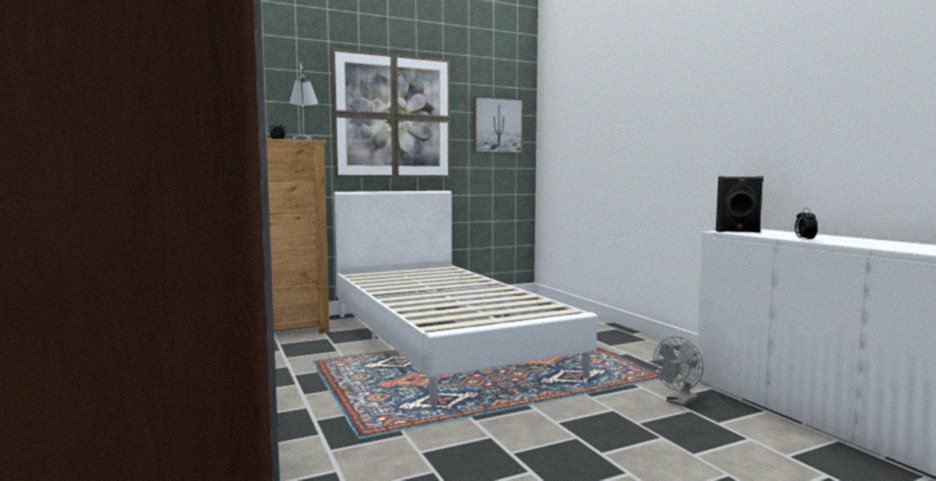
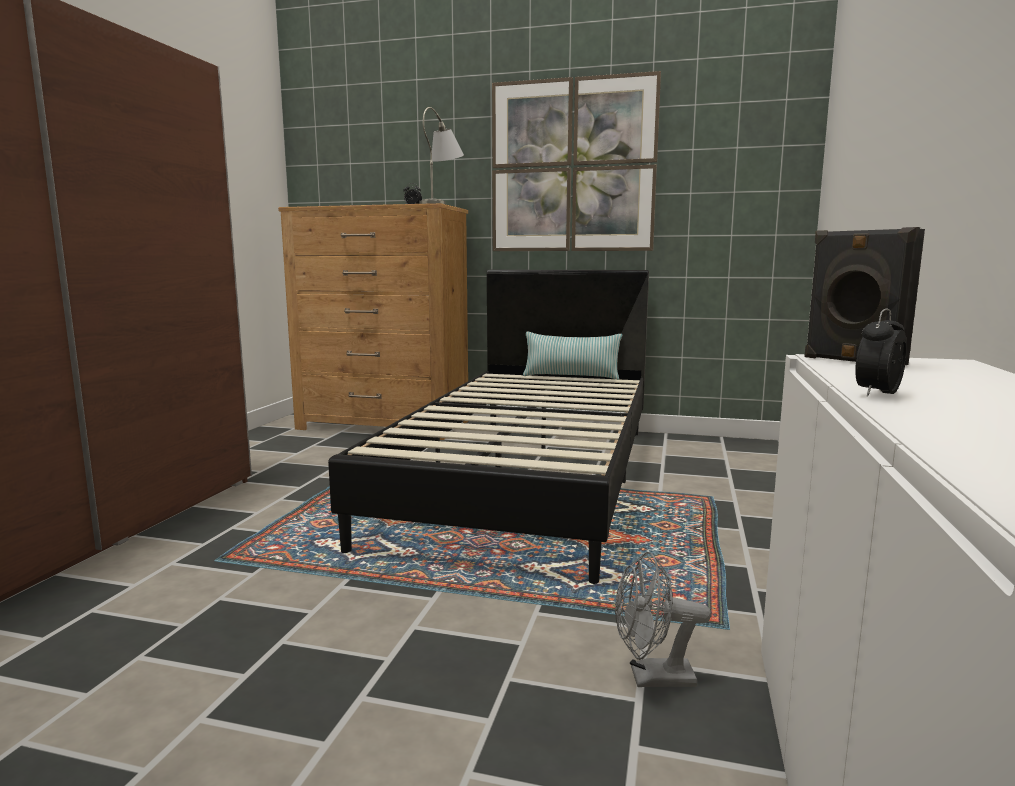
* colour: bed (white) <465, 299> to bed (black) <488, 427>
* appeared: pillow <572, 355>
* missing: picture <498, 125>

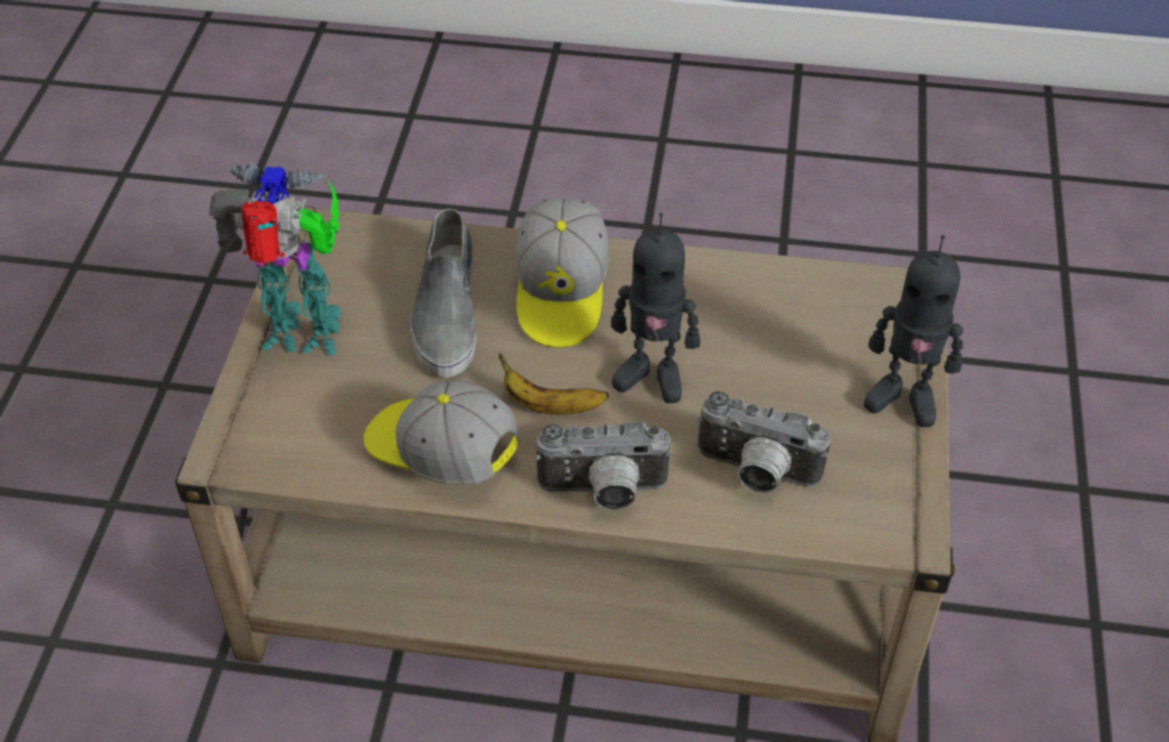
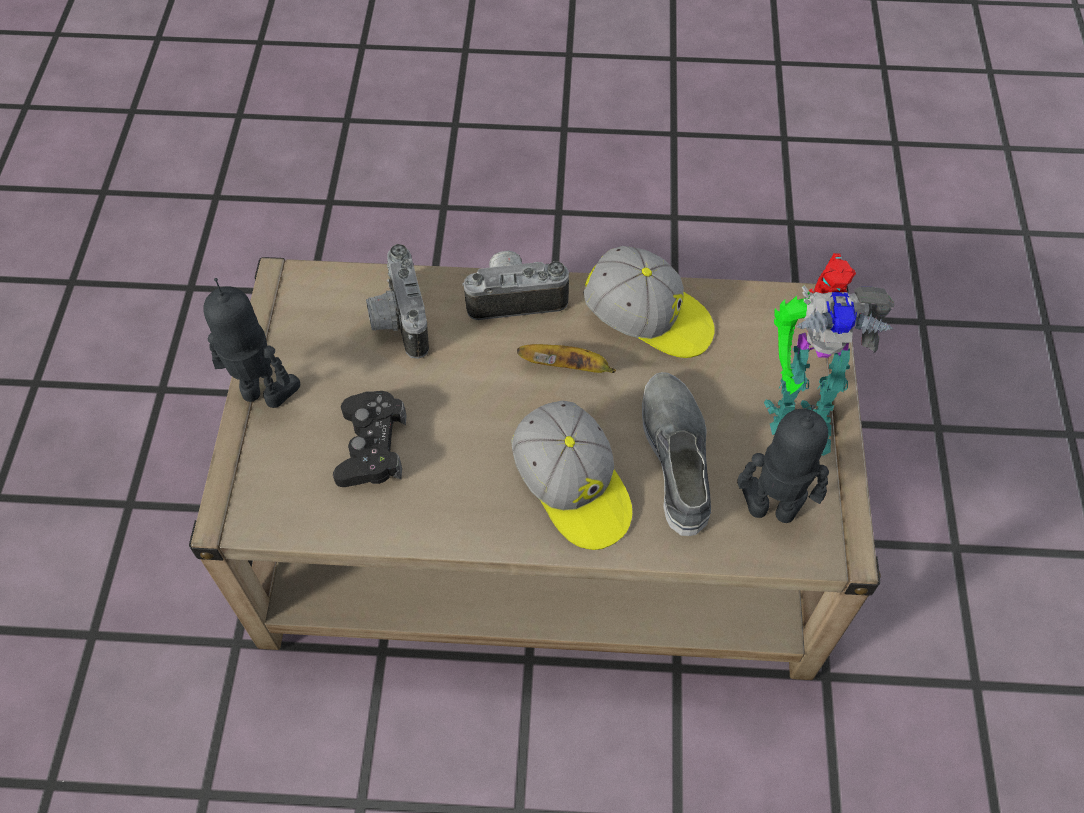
* appeared: game controller (black) <370, 439>
* spun: photo camera <763, 442> = <397, 301> 120 degrees counterclockwise
* spun: cap <562, 273> = <571, 475> 150 degrees clockwise
* relocated: toy robot <655, 308> to <783, 464>

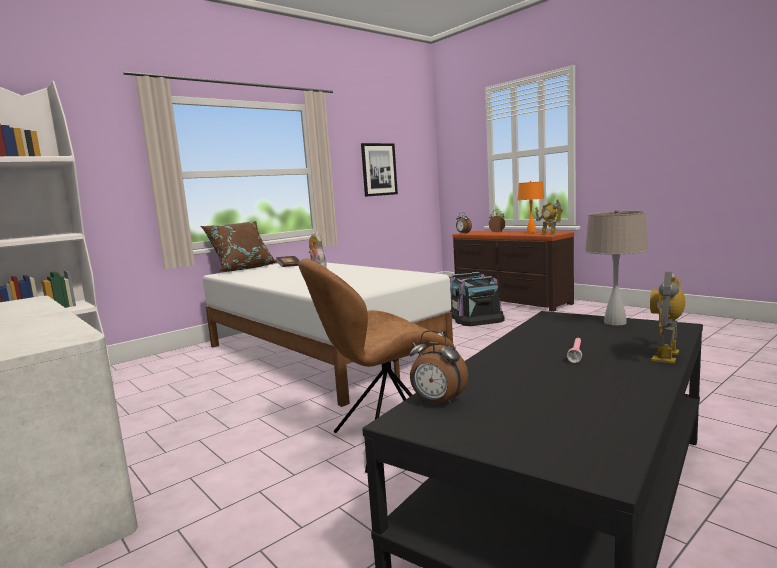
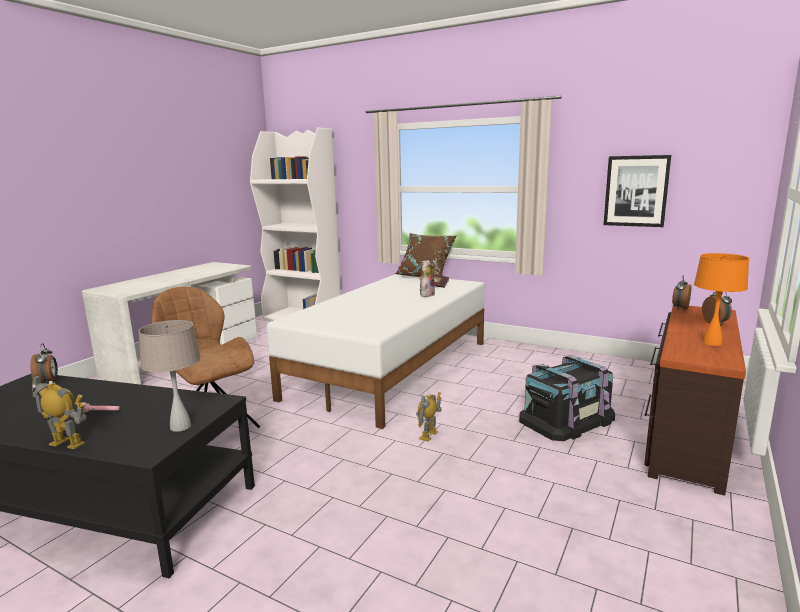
* spun: alarm clock <439, 368> = <44, 363> 150 degrees clockwise
* relocated: toy robot <549, 217> to <429, 417>

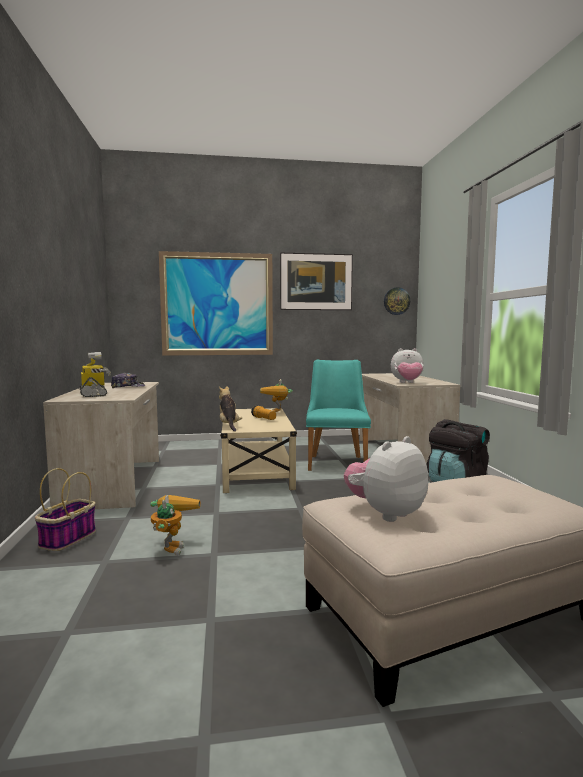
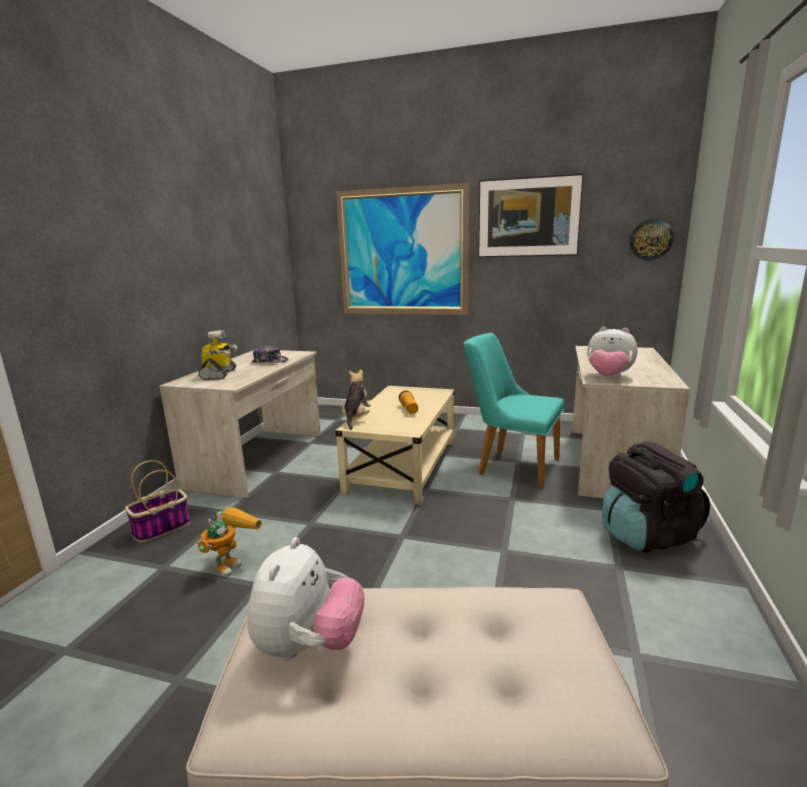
* spun: plush toy <386, 479> = <305, 598> 120 degrees clockwise
* spun: chair (turquoise) <338, 415> = <514, 411> 90 degrees counterclockwise
* missing: toy robot <276, 395>

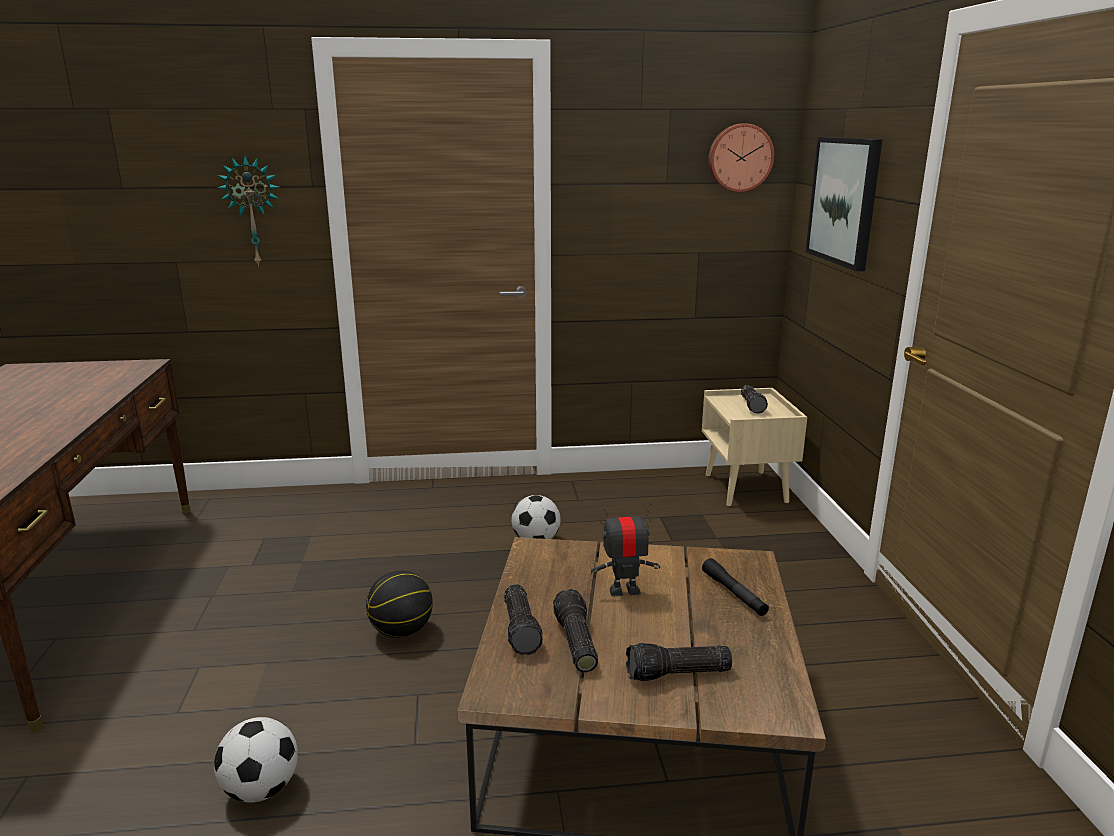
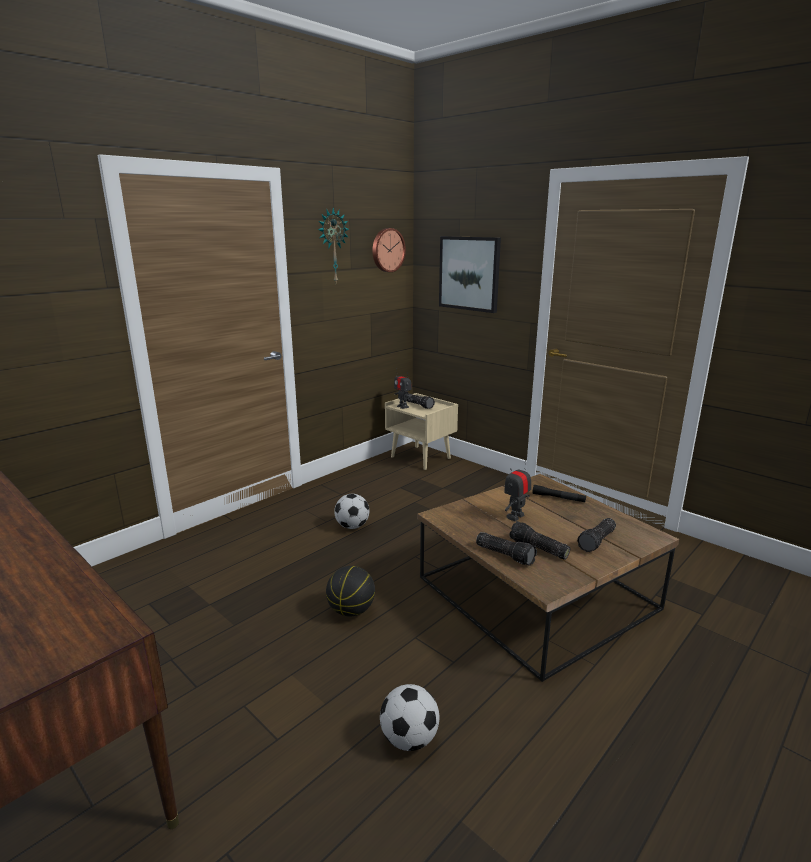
* relocated: wall clock <248, 211> to <333, 245>
* appeared: toy robot <403, 388>

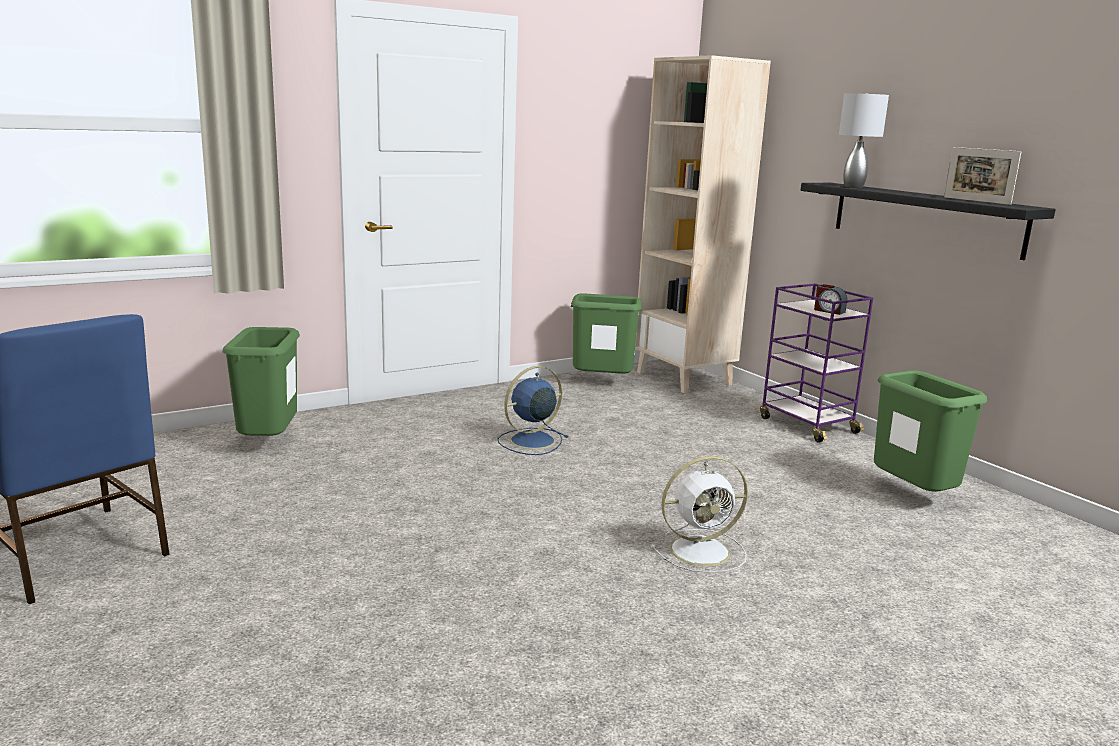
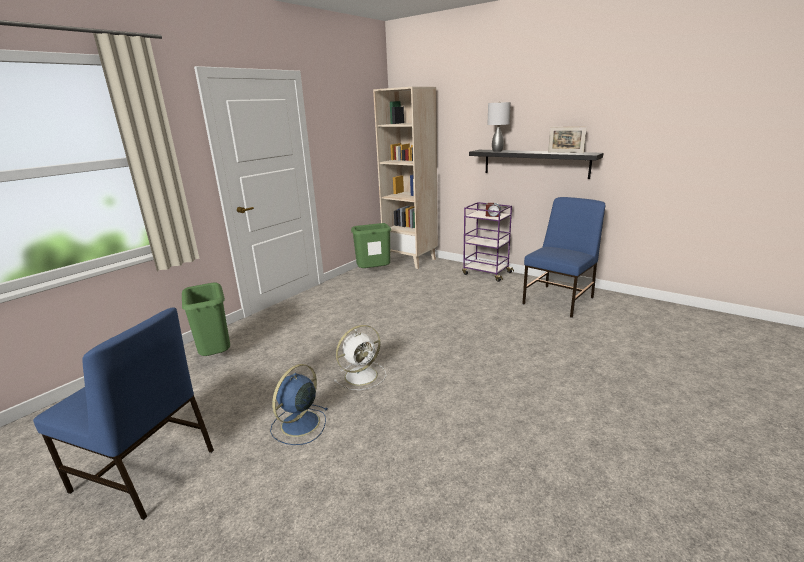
* relocated: fan (blue) <533, 410> to <299, 404>
* relocated: fan (white) <699, 514> to <360, 357>
* exchanged: trash can (green) <930, 431> to chair (blue) <563, 257>

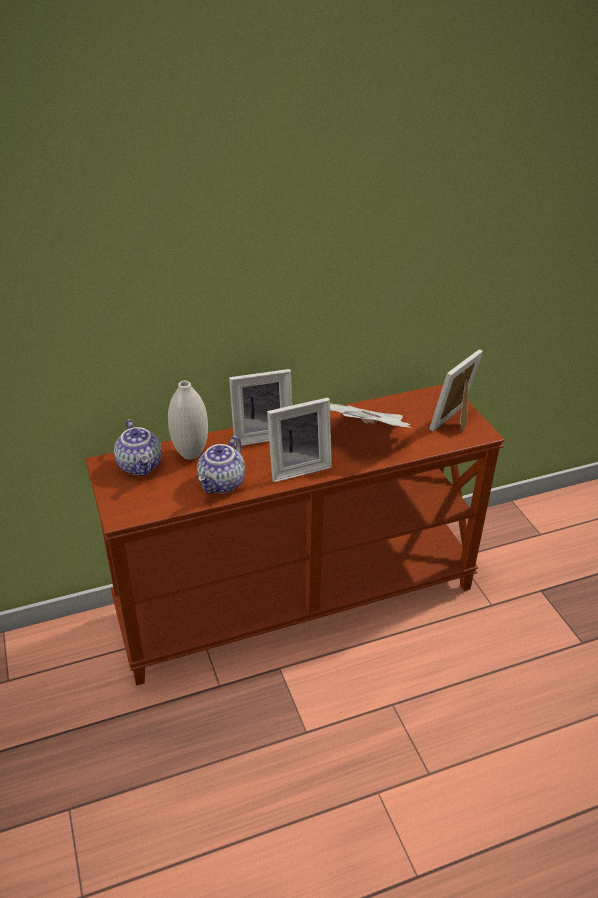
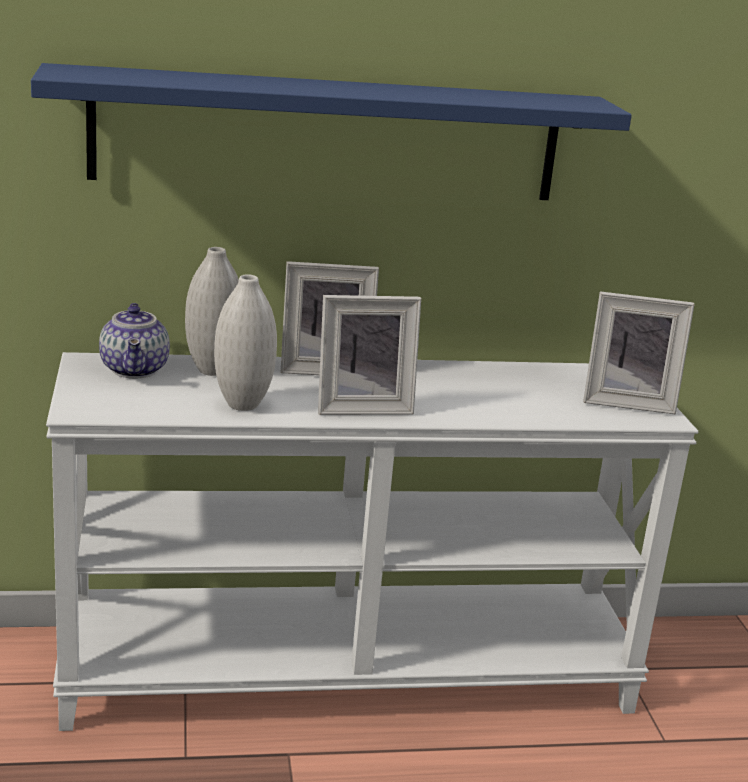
* appeared: shelf (blue) <331, 131>
* colour: console table (brown) <295, 535> to console table (white) <372, 541>
* exchanged: teapot <221, 465> to vase (white) <245, 342>
* spun: picture frame <456, 390> = <638, 353> 135 degrees counterclockwise
* missing: newspaper <370, 415>

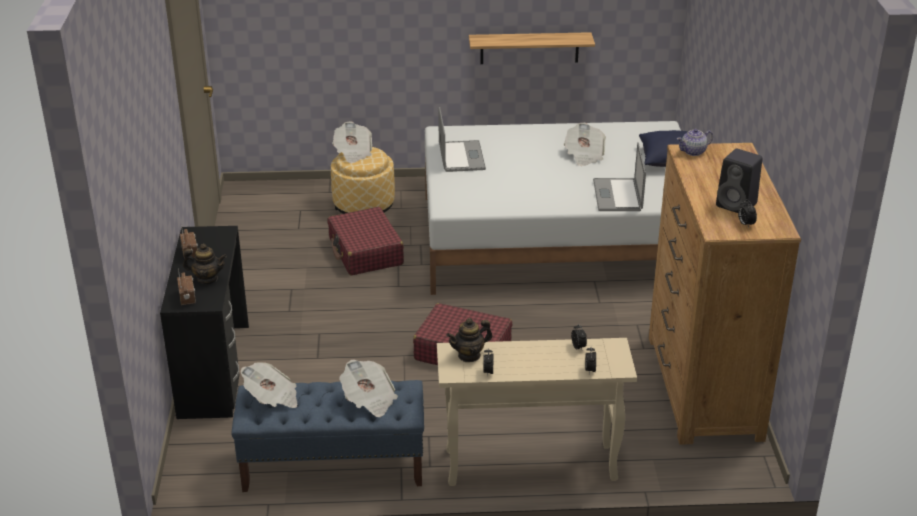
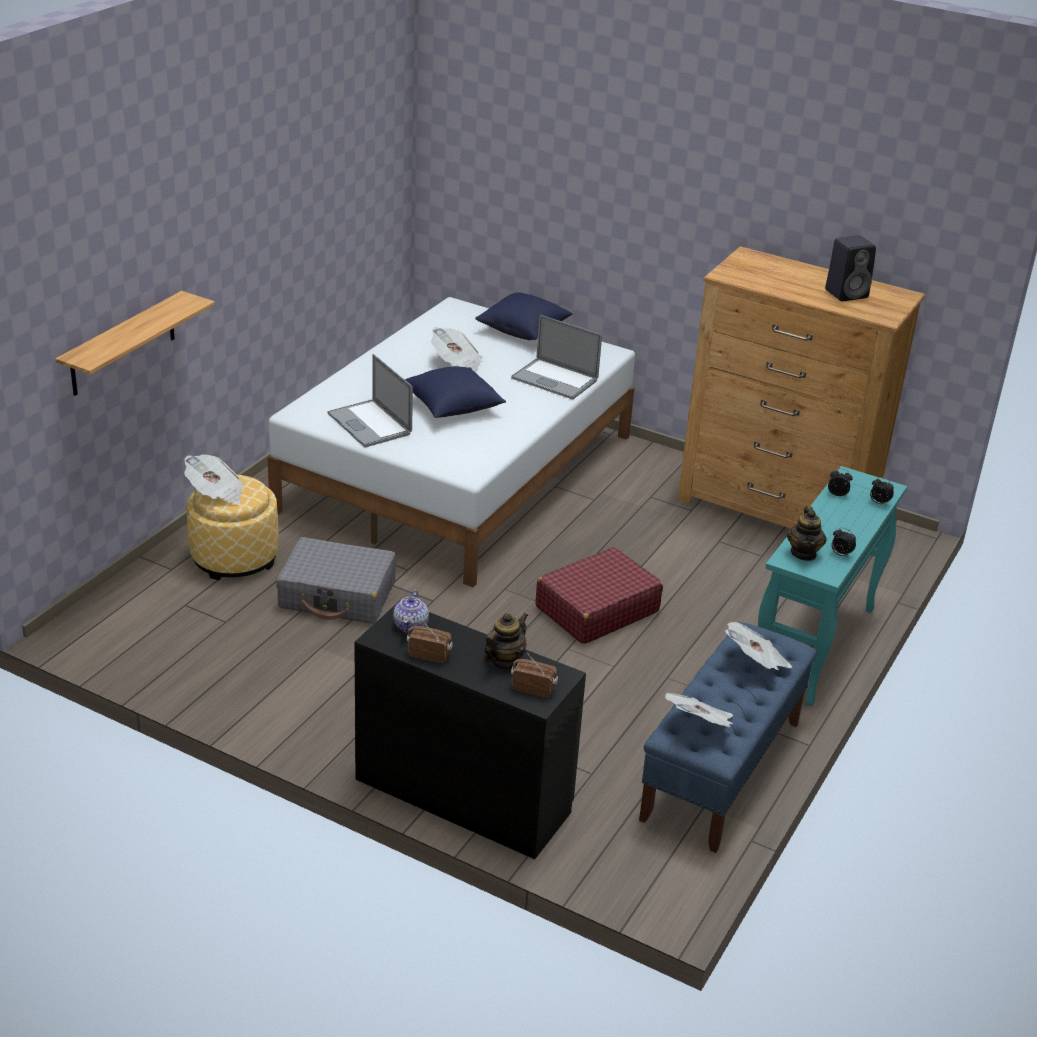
* relocated: shelf <532, 48> to <135, 343>
* colour: suitcase (red) <365, 241> to suitcase (grey) <336, 580>
* spun: laptop <462, 139> = <370, 400> 150 degrees counterclockwise
* relocated: teapot <695, 142> to <411, 611>
* appeared: pillow (blue) <455, 392>
* colour: console table (beige) <537, 412> to console table (turquoise) <832, 586>
* missing: alarm clock <747, 213>

